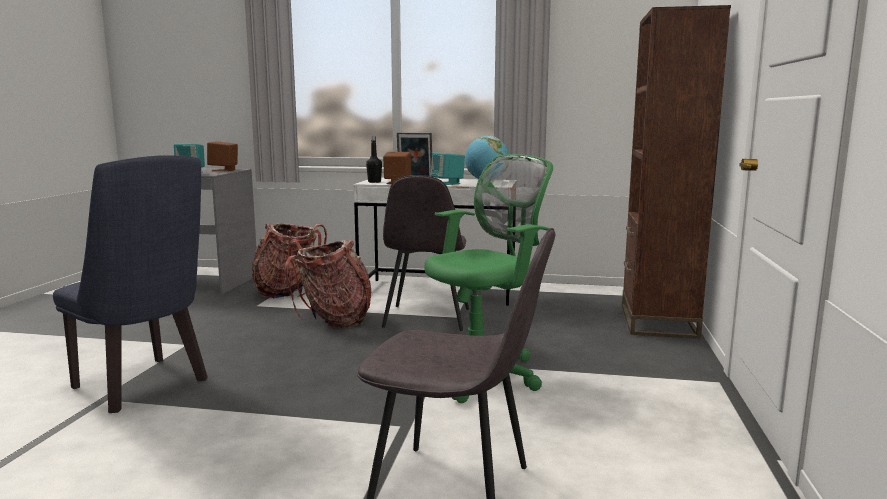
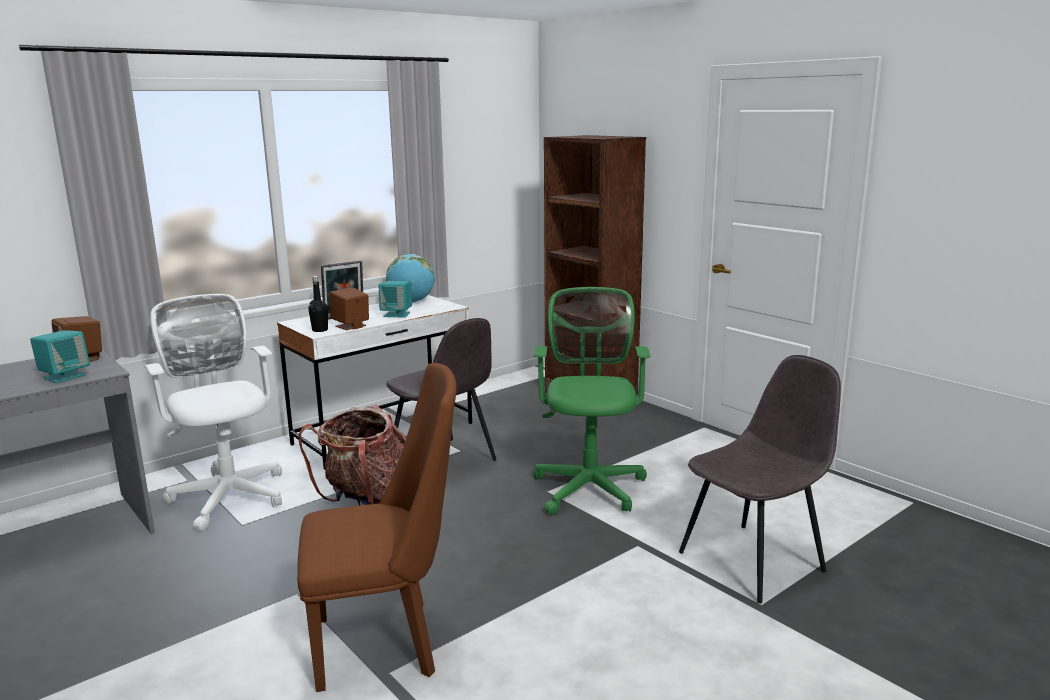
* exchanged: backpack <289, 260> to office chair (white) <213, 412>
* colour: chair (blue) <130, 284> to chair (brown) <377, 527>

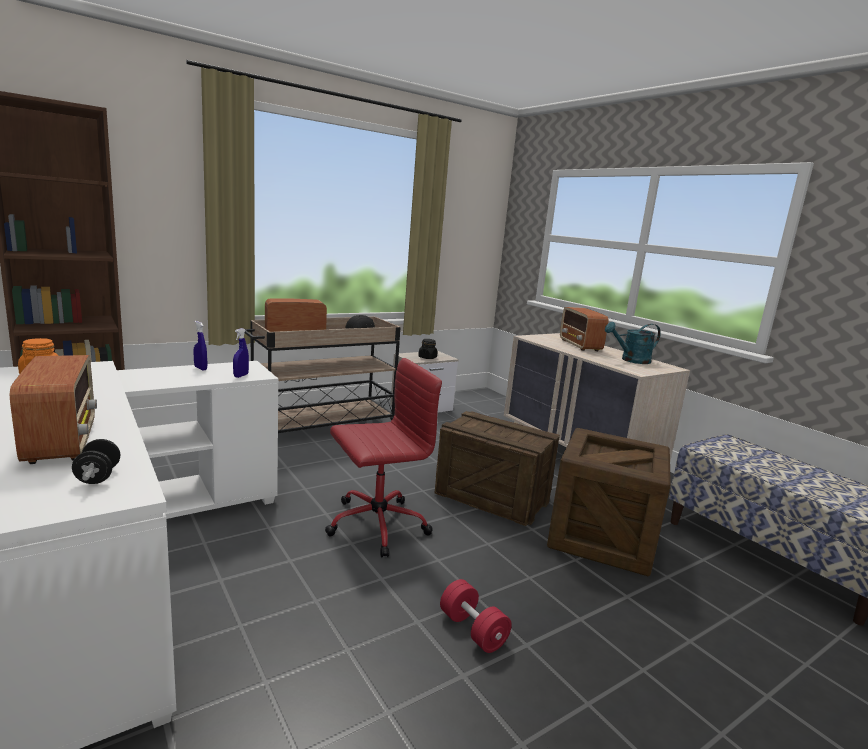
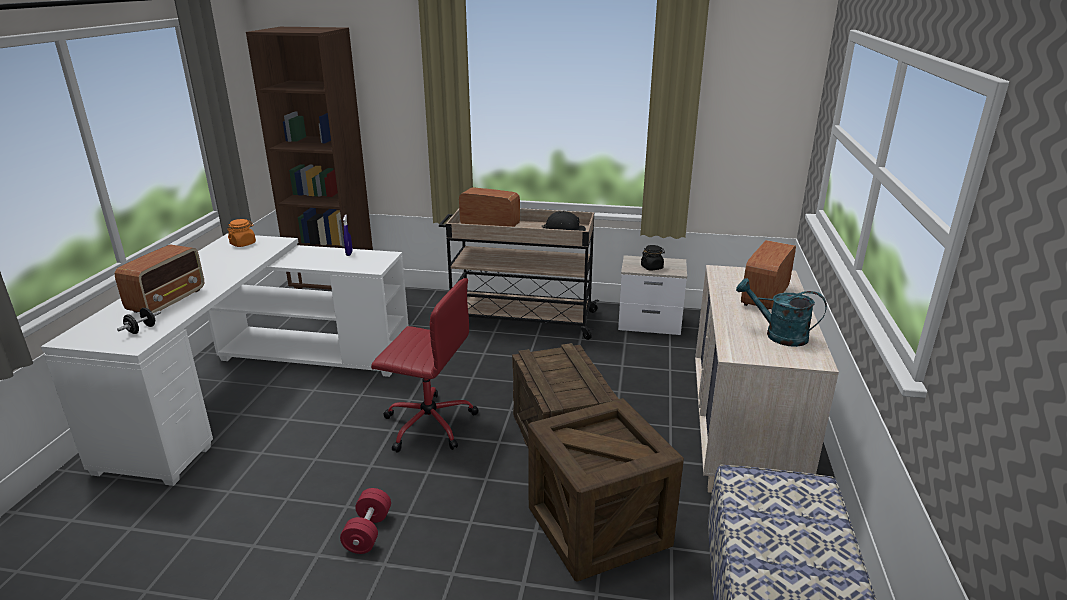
* missing: spray bottle (blue) <241, 353>

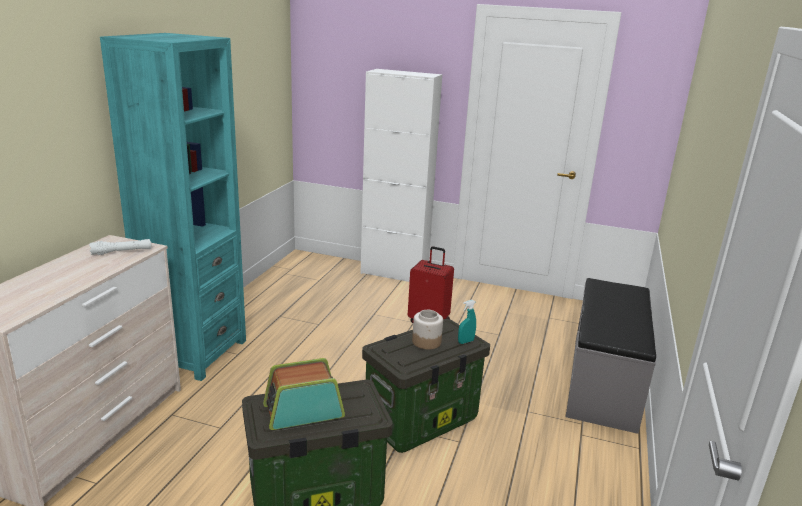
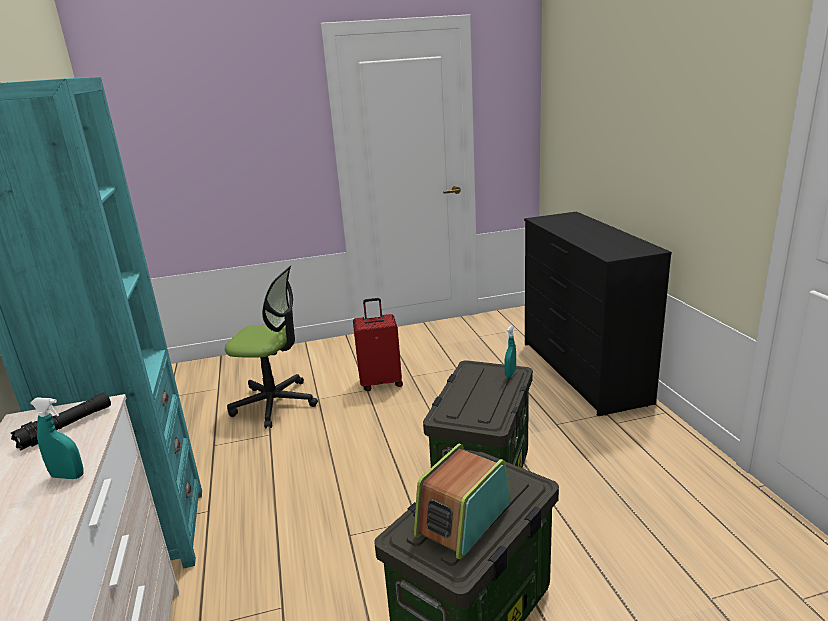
* colour: flashlight (white) <120, 247> to flashlight (black) <61, 421>
* appeared: spray bottle (turquoise) <57, 438>
* appeared: office chair <271, 347>
* exchanged: bench (grey) <610, 356> to dresser (black) <598, 313>
* missing: cabinet (white) <401, 175>
* missing: jar <427, 329>

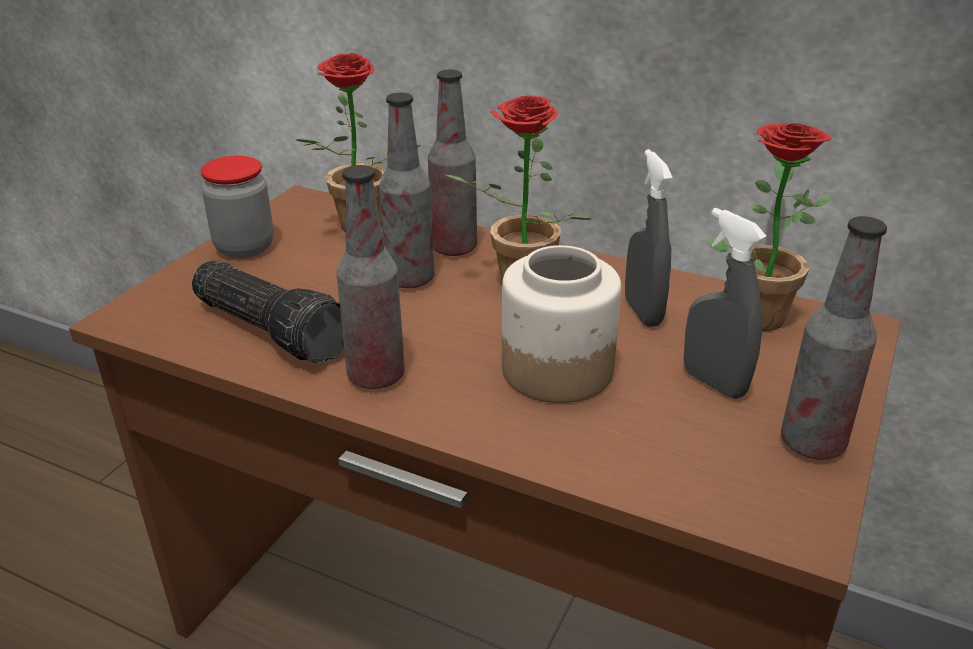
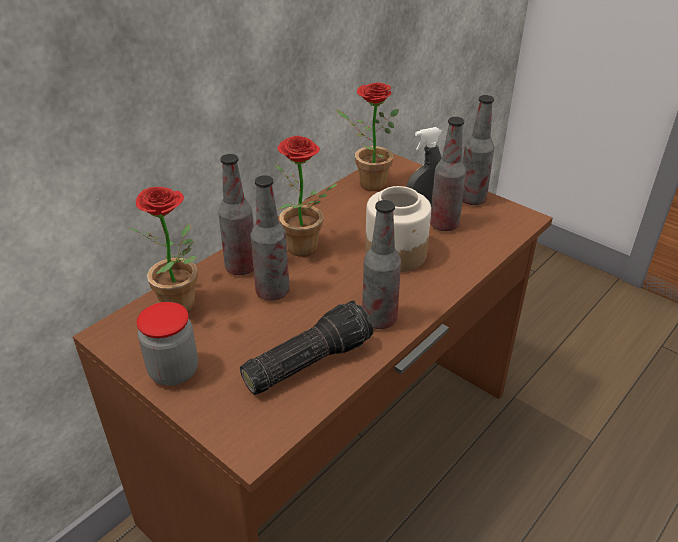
* appeared: bottle <448, 174>
* missing: spray bottle (grey) <649, 238>

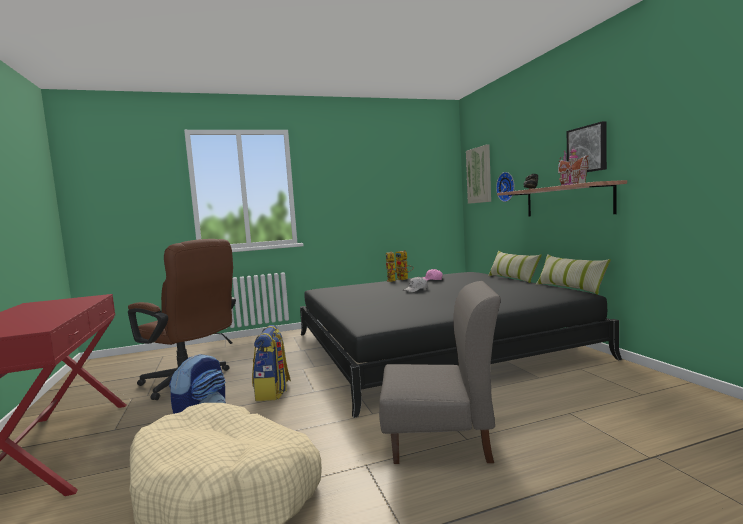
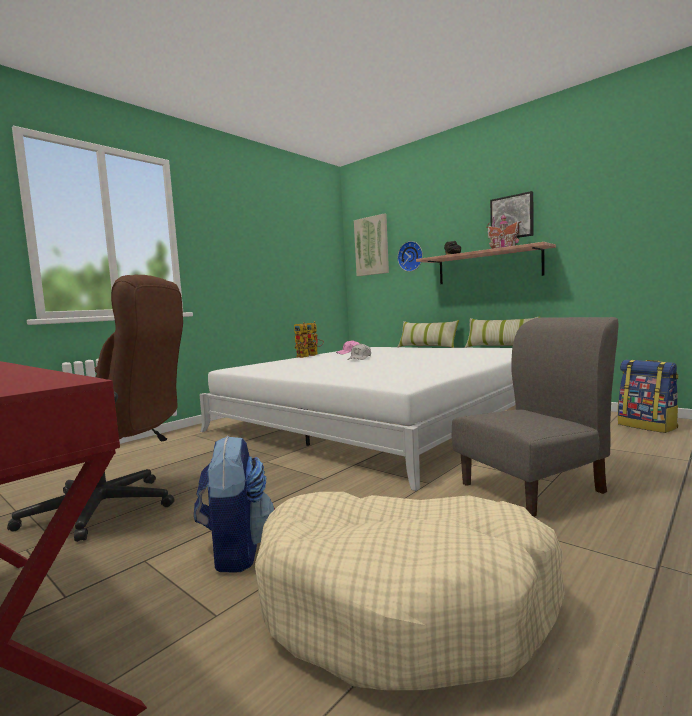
* colour: bed (black) <461, 345> to bed (white) <357, 419>
* relocated: backpack <271, 363> to <648, 396>

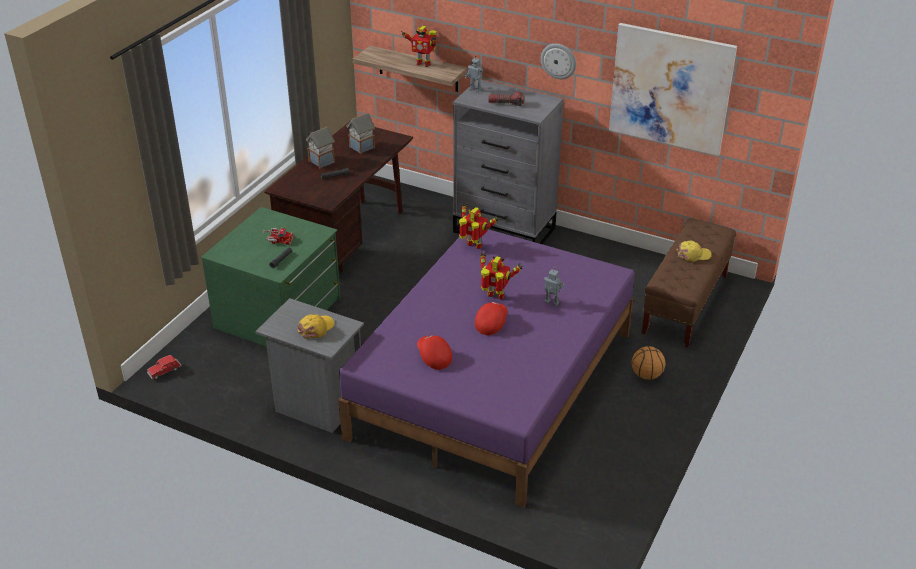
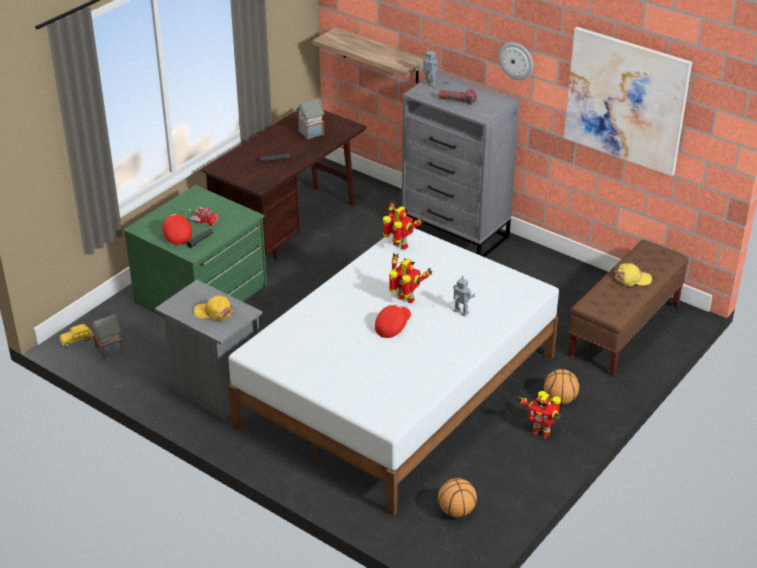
* colour: toy car (red) <164, 367> to toy car (yellow) <76, 335>
* relocated: toy house <320, 147> to <107, 337>
* relocated: cap (red) <434, 352> to <177, 229>
* spun: cap (yellow) <316, 326> = <214, 308> 120 degrees counterclockwise
* colour: bed (purple) <486, 368> to bed (white) <393, 372>
* appeared: basketball <457, 497>
* relocated: toy robot <419, 46> to <539, 415>

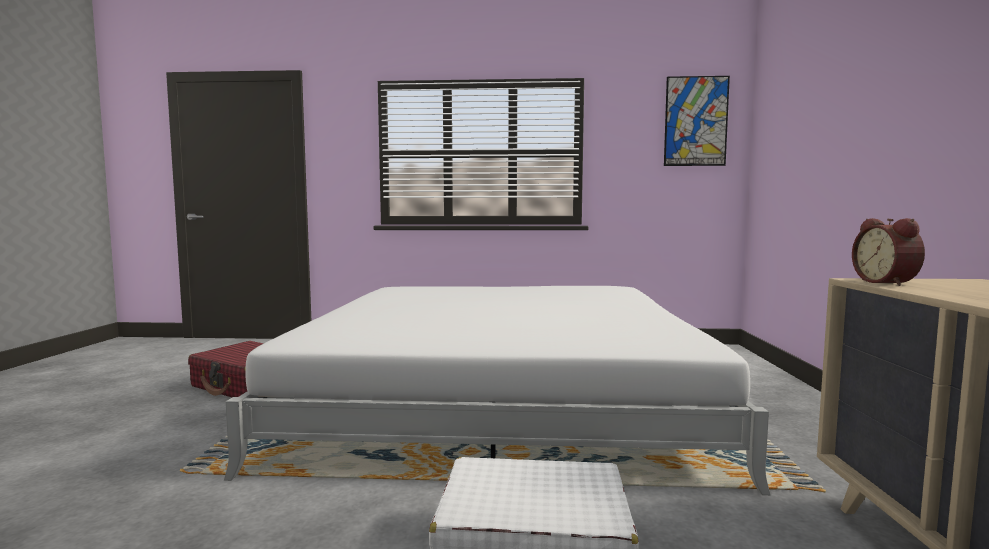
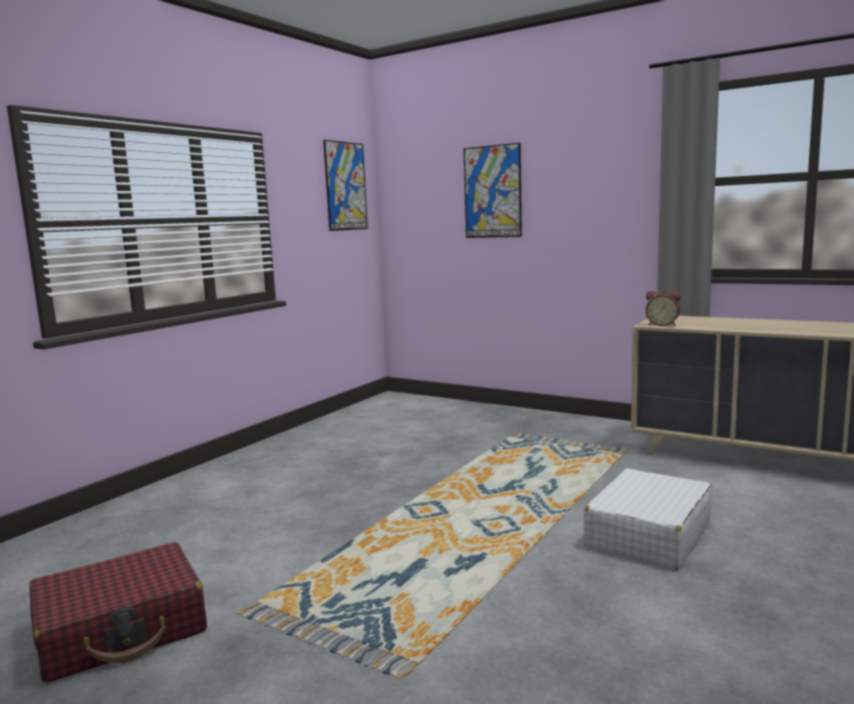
* appeared: picture <492, 190>
* missing: bed (white) <497, 390>

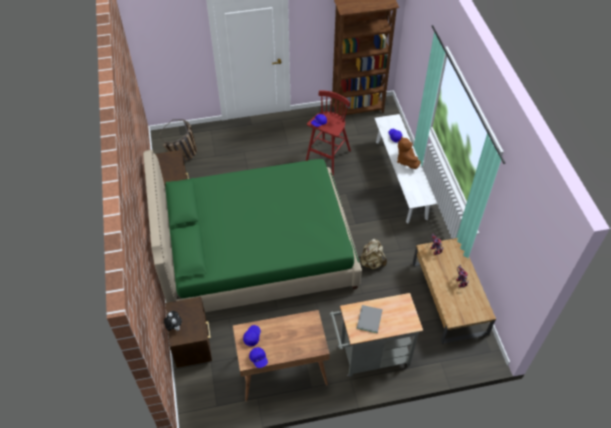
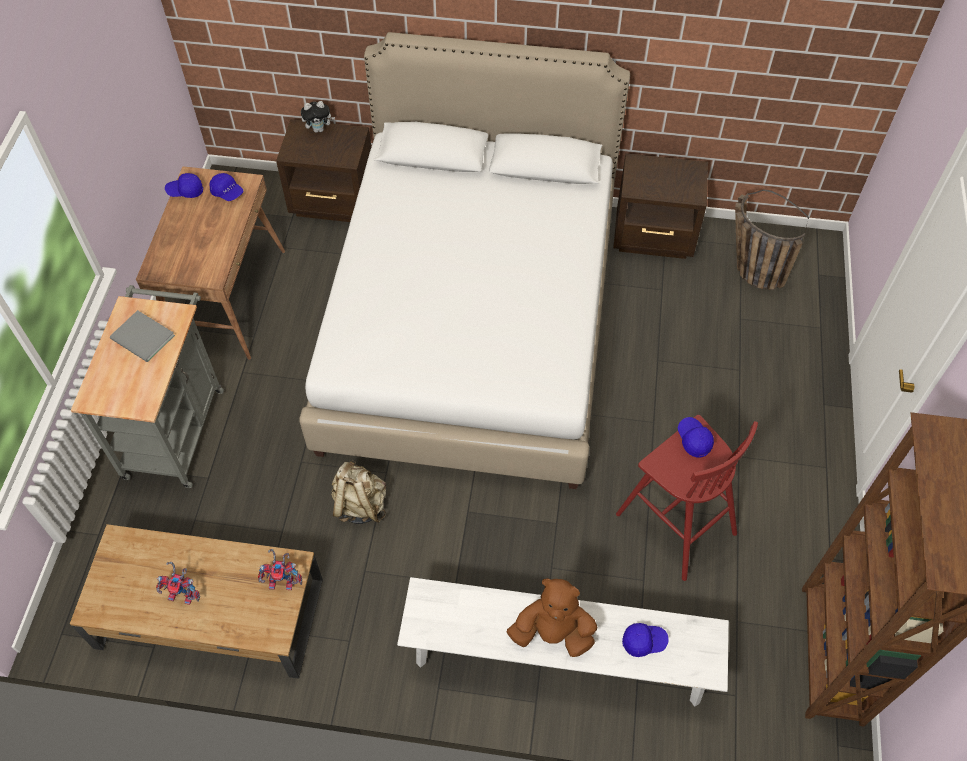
* colour: bed (green) <252, 231> to bed (white) <464, 260>

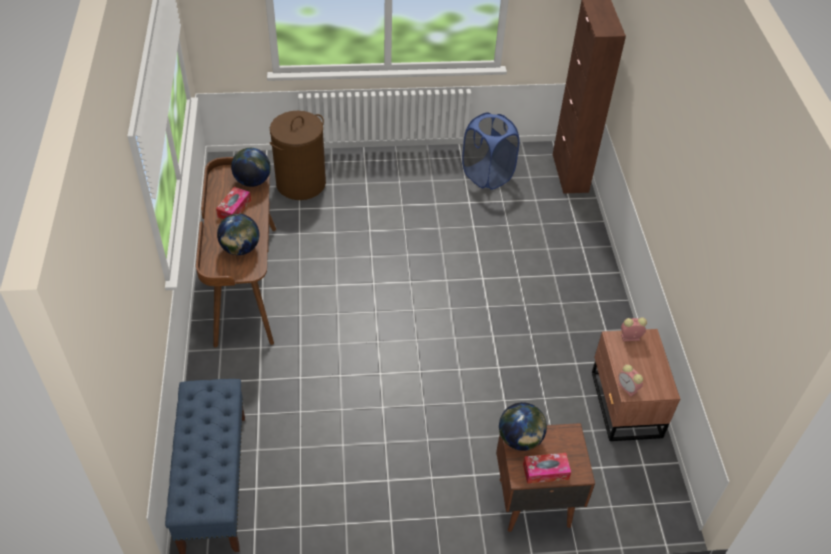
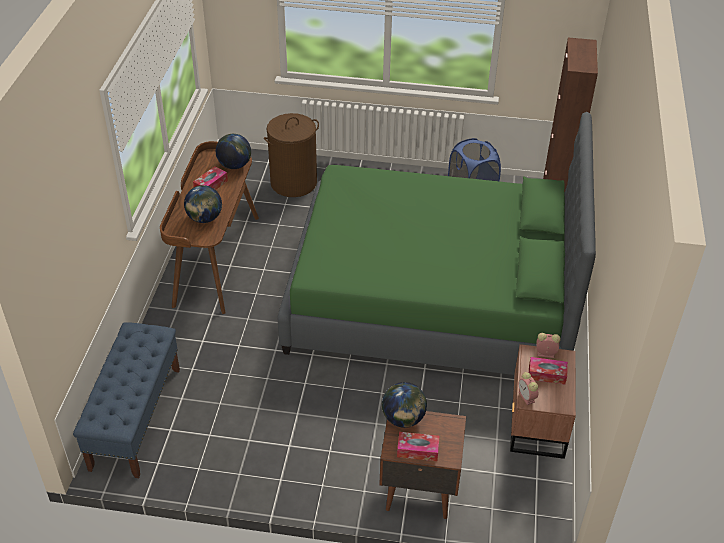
* appeared: bed (green) <437, 243>
* appeared: tissue box <548, 370>

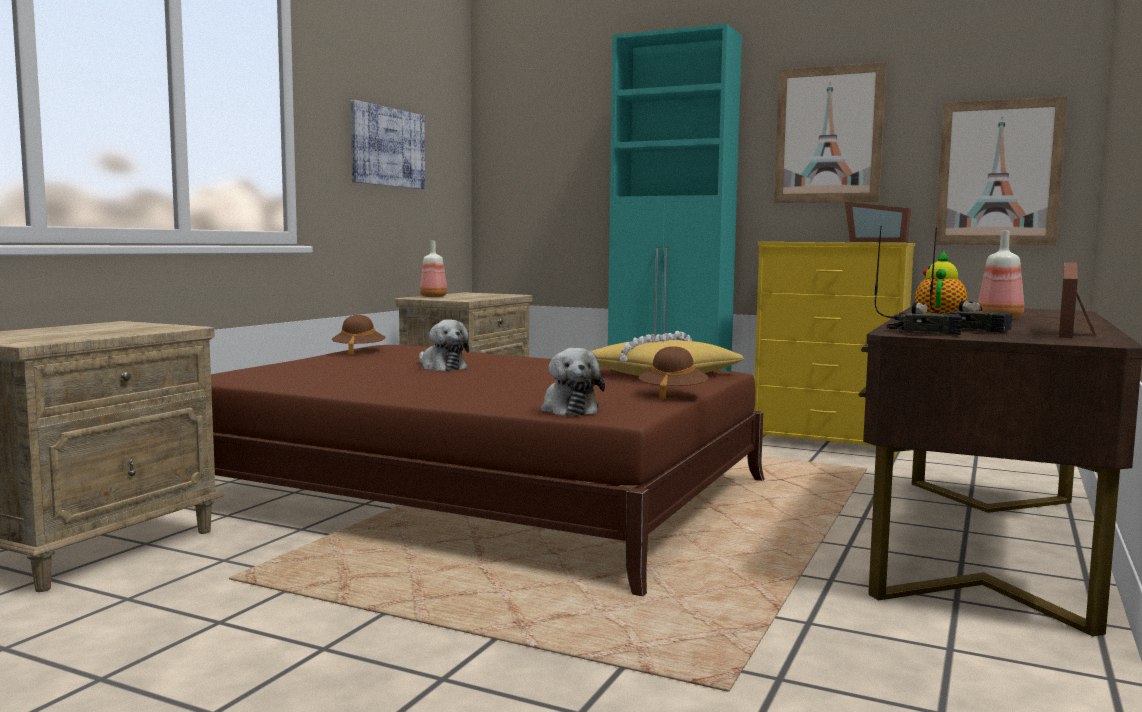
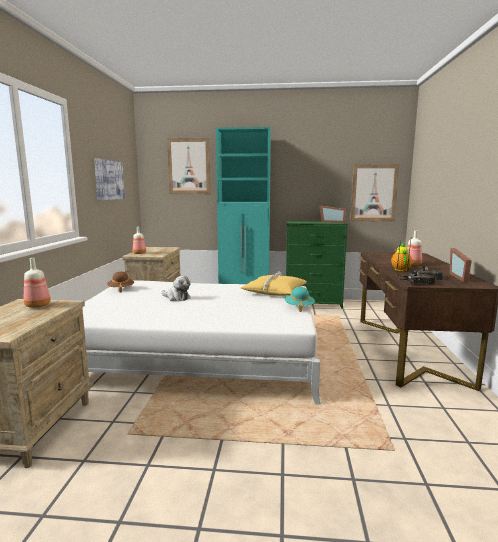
* appeared: bottle <37, 283>
* colour: bed (brown) <487, 470> to bed (white) <201, 342>
* relocated: picture <830, 132> to <189, 166>
* colour: hat (brown) <674, 373> to hat (turquoise) <300, 299>
* colour: dresser (yellow) <834, 350> to dresser (green) <317, 264>
* missing: plush toy <573, 382>

